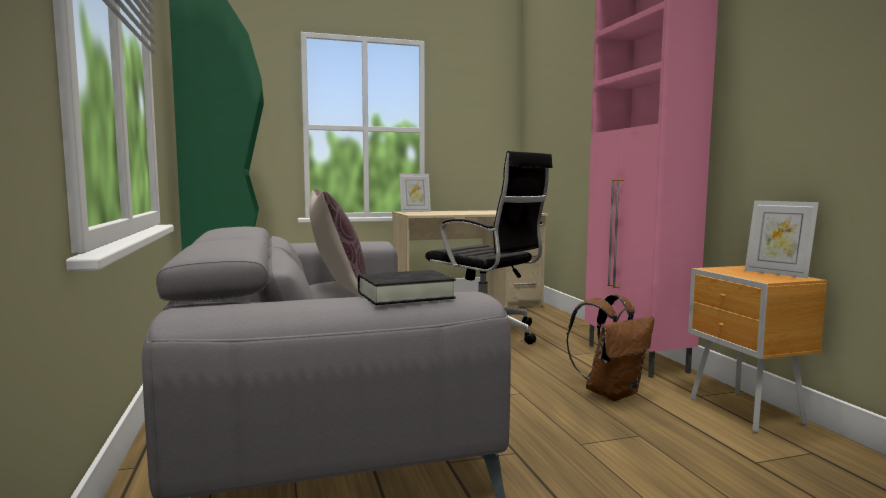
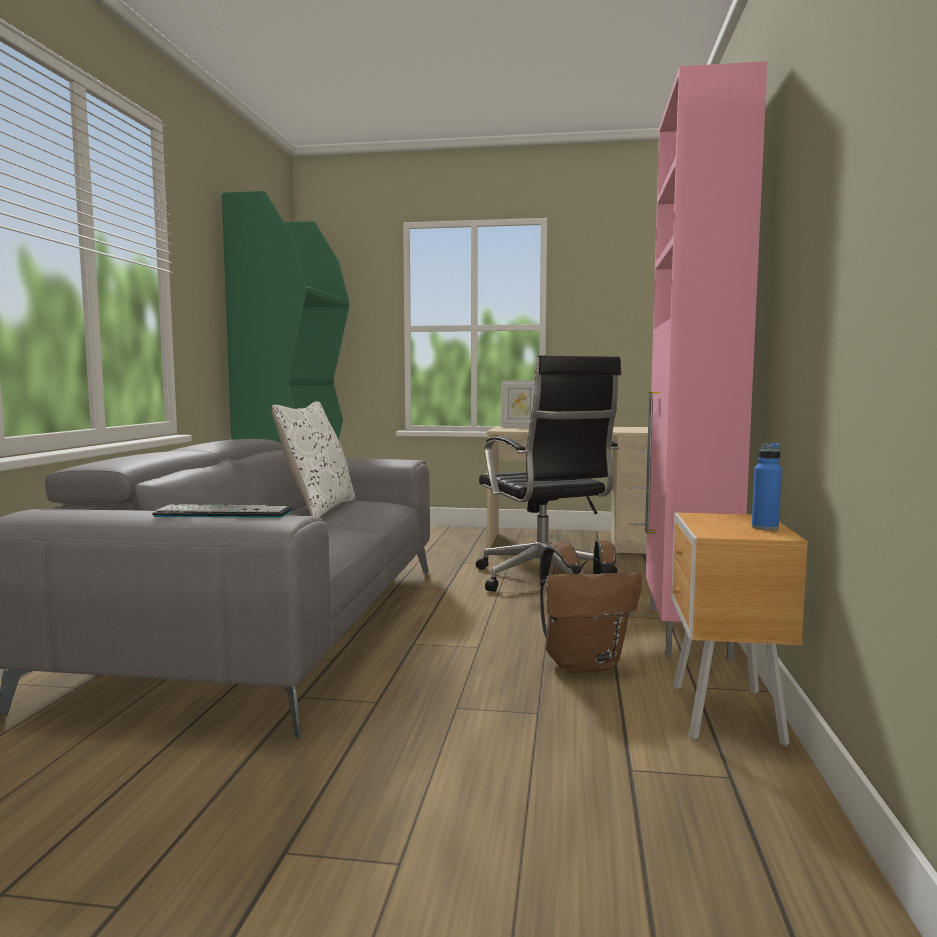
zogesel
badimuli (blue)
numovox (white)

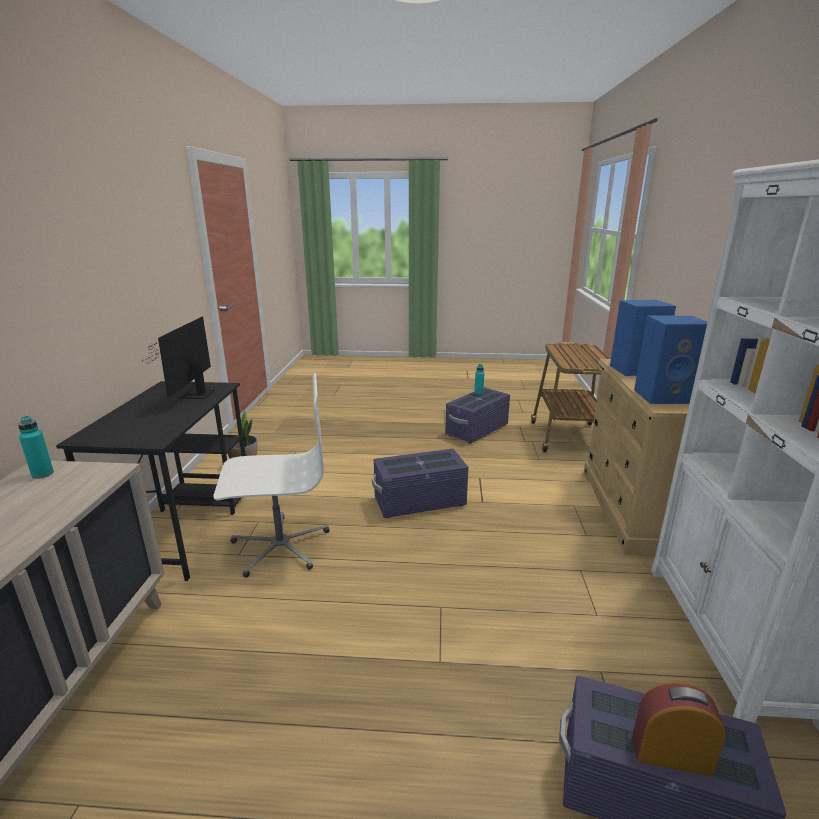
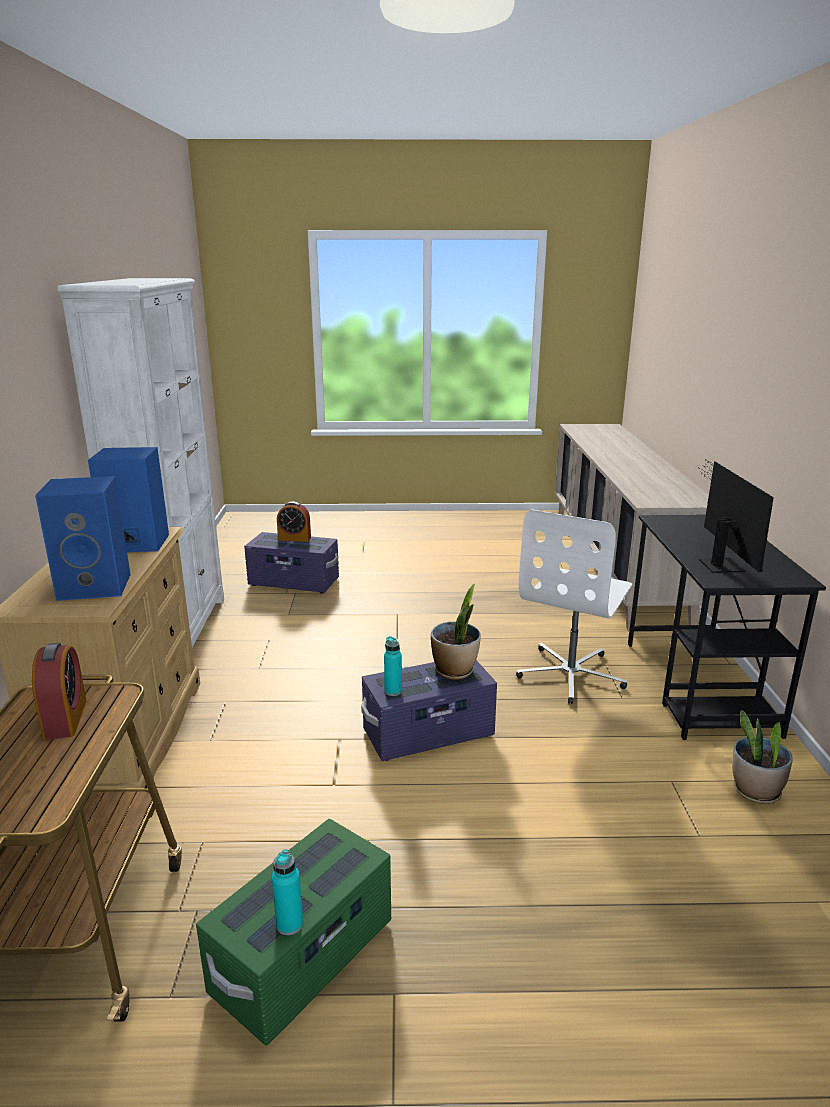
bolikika (no. 1 from left)
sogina (no. 1 from left)
badimuli (turquoise) (no. 2 from left)
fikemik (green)
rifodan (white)

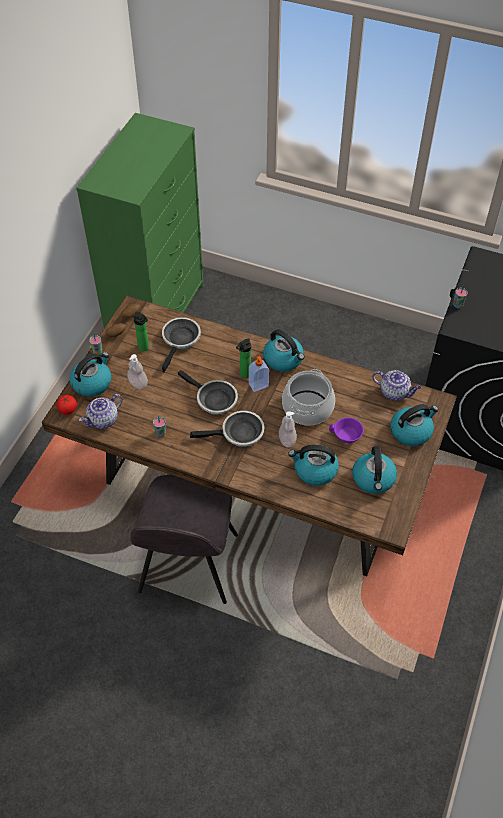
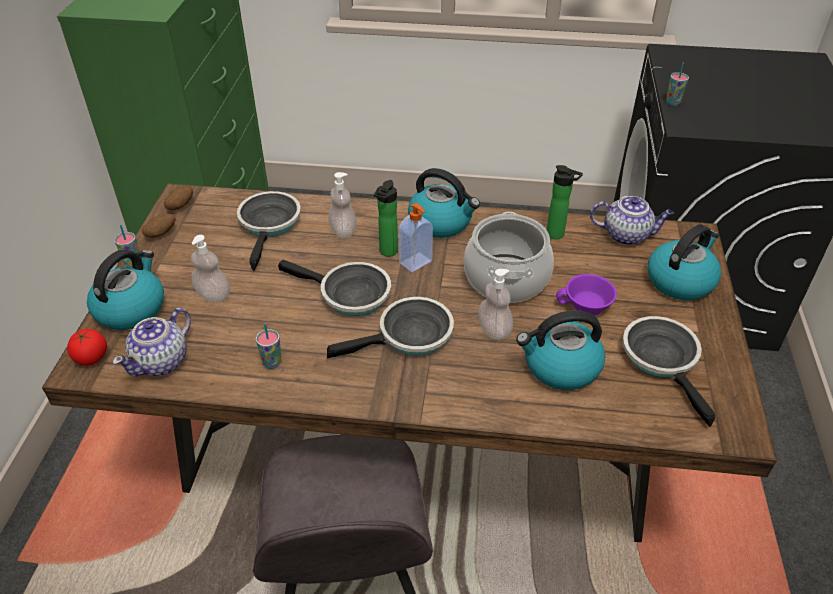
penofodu (no. 2 from left)
badimuli (no. 2 from left)
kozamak (no. 4 from left)

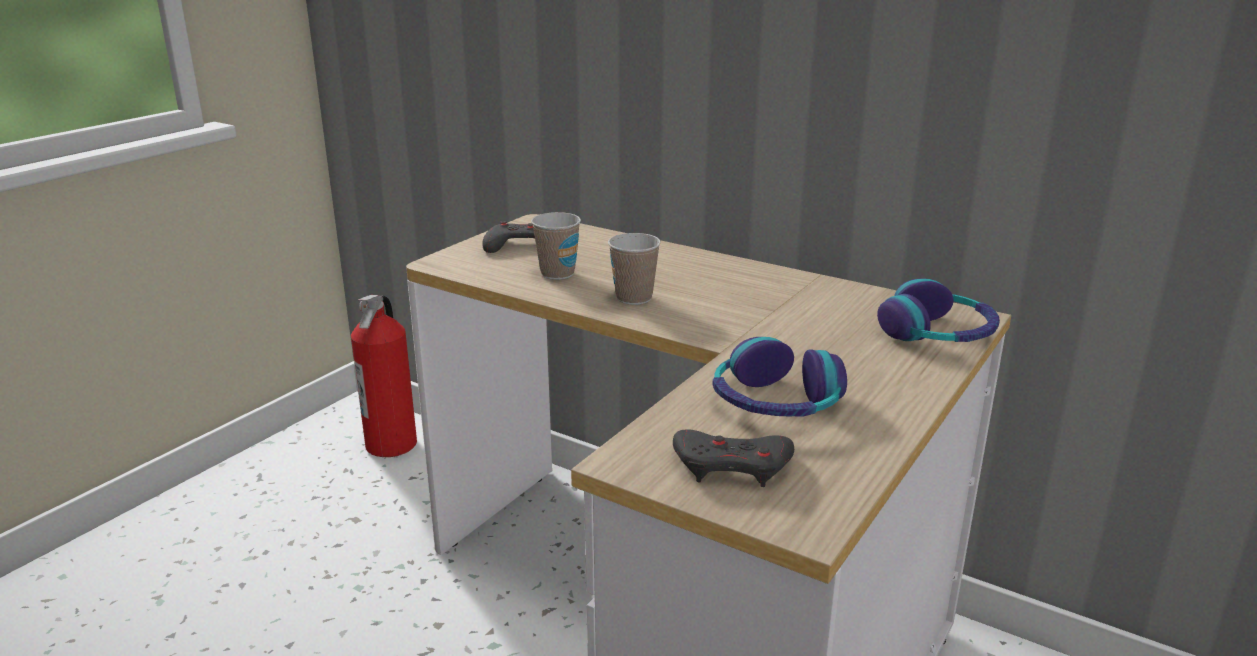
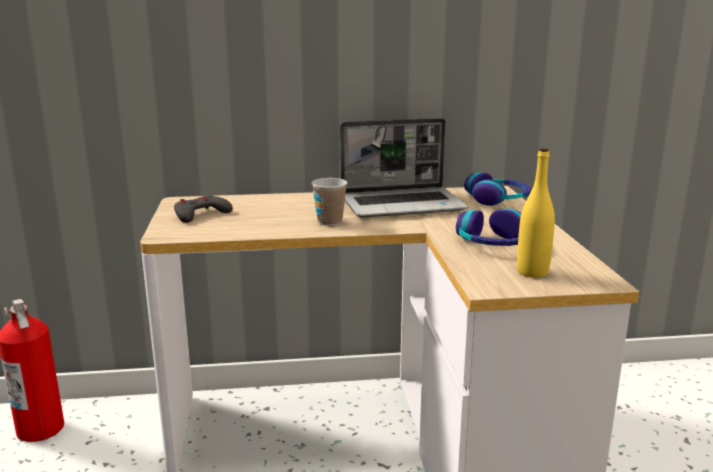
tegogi (no. 1 from left in the first image)
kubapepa
badimuli (yellow)

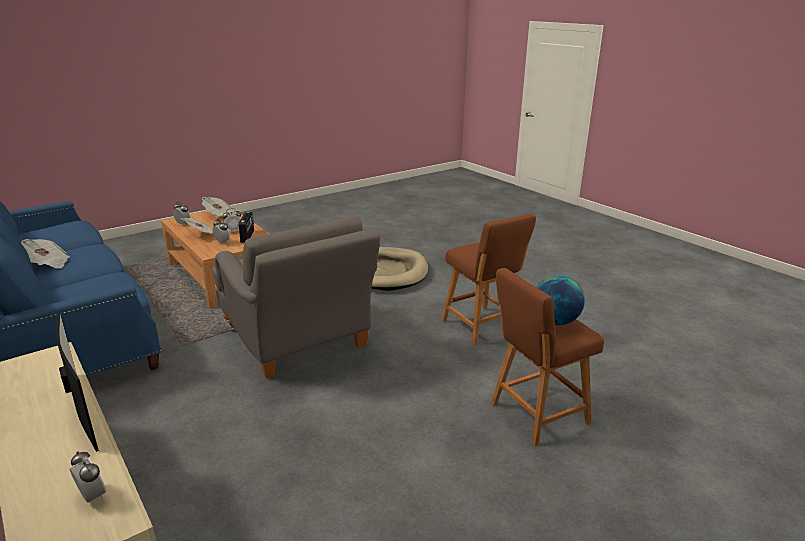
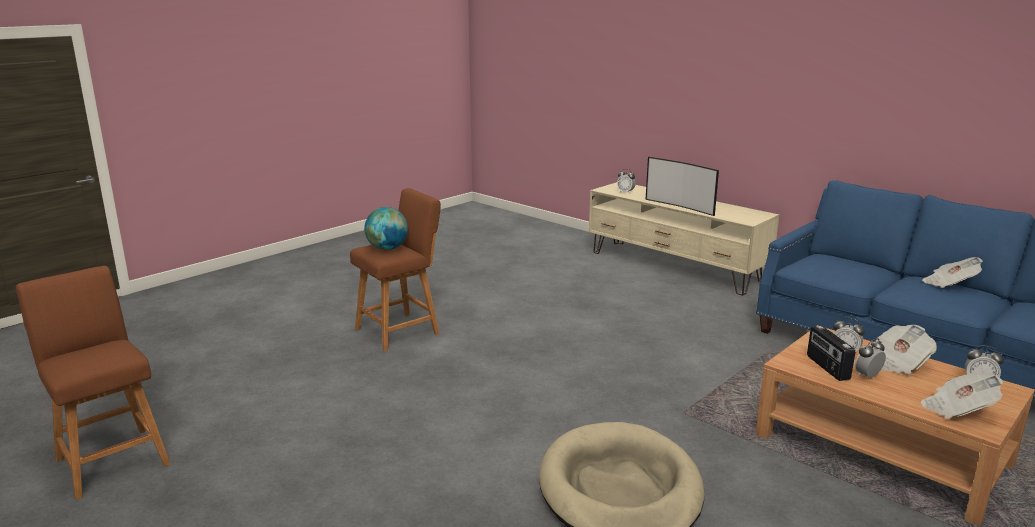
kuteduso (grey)
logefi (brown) (no. 1 from left)

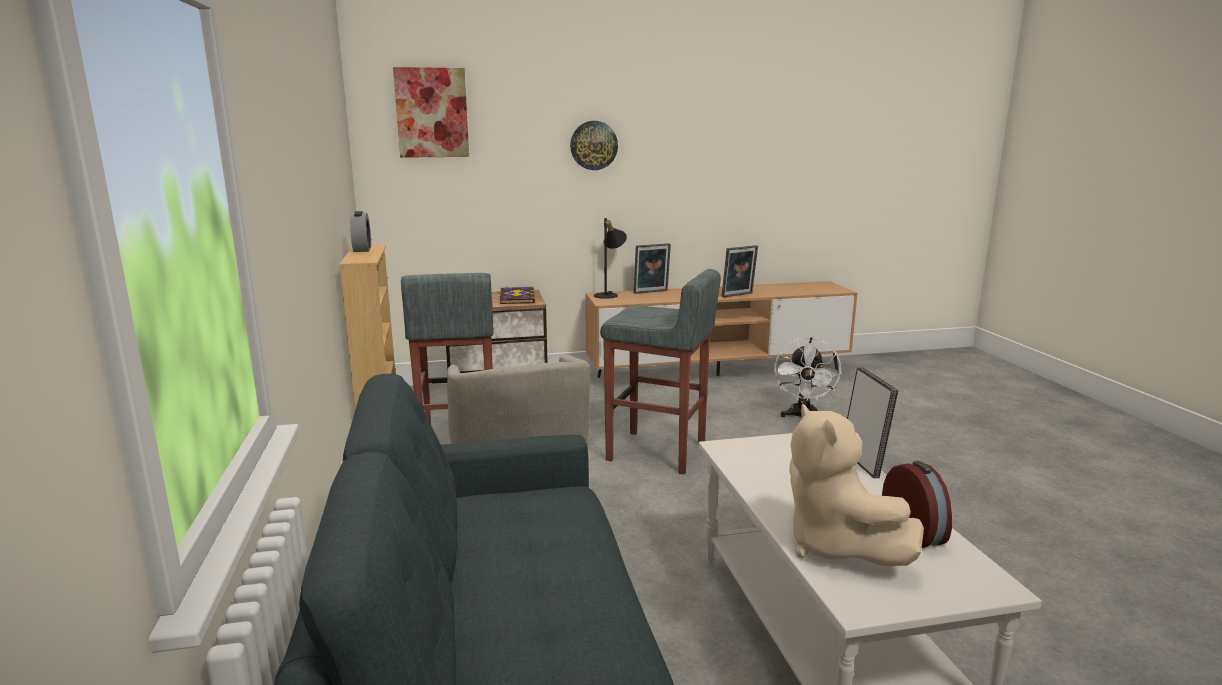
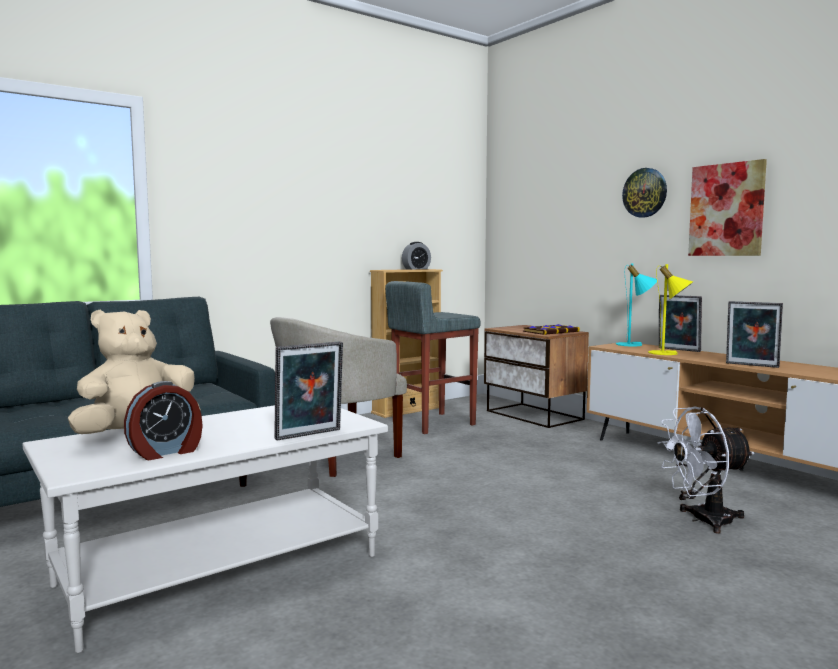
logefi (grey) (no. 2 from left in the first image)
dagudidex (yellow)
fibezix
dagudidex (turquoise)

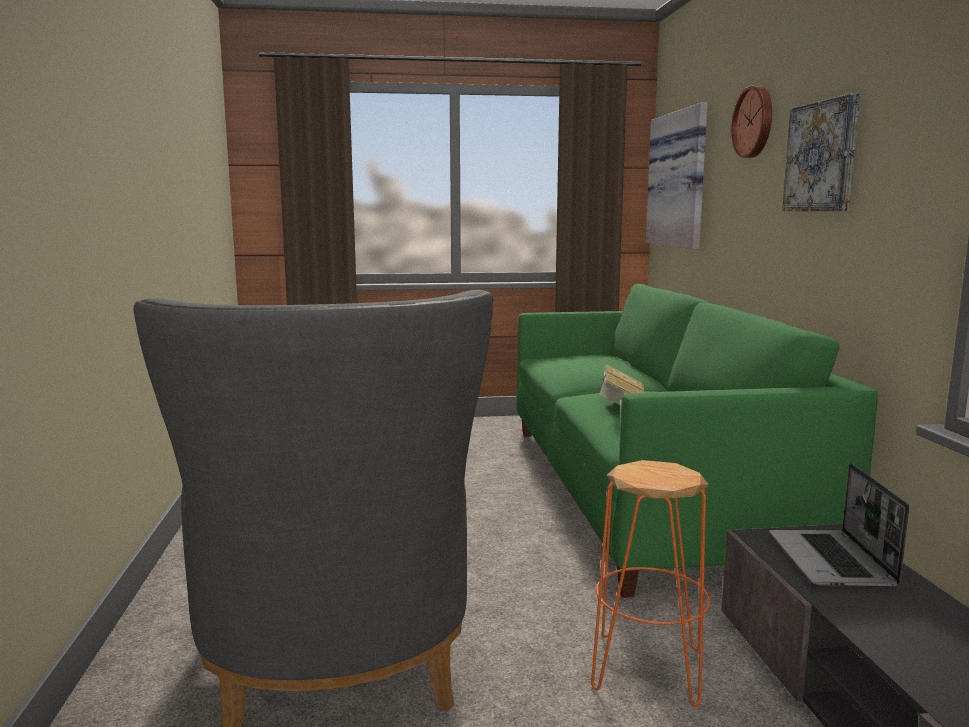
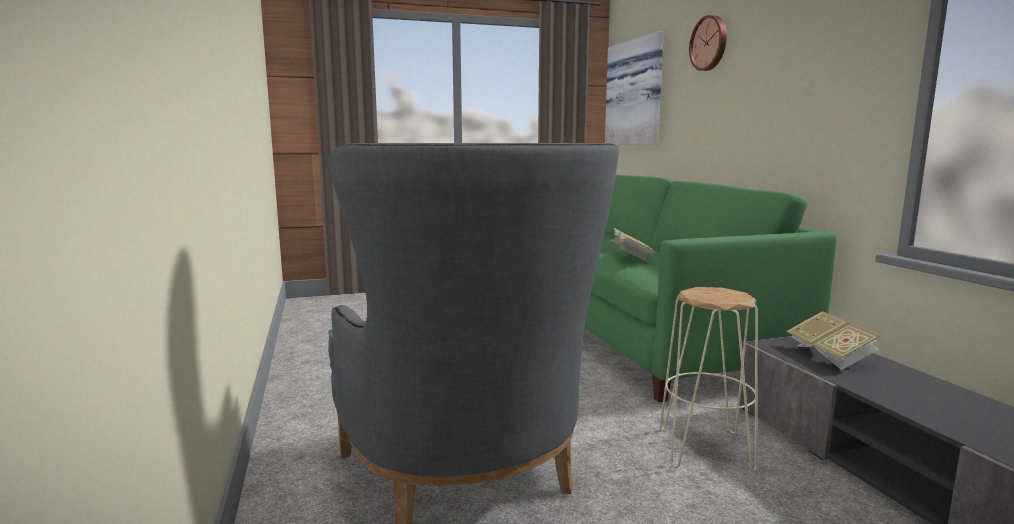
fibezix (no. 2 from left in the first image)
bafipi (no. 2 from left)
logefi (beige)

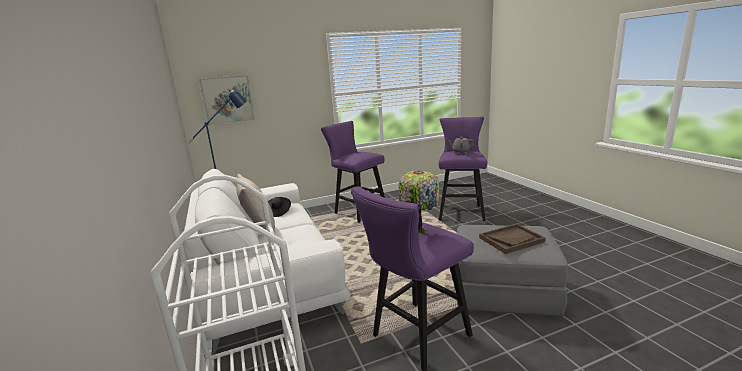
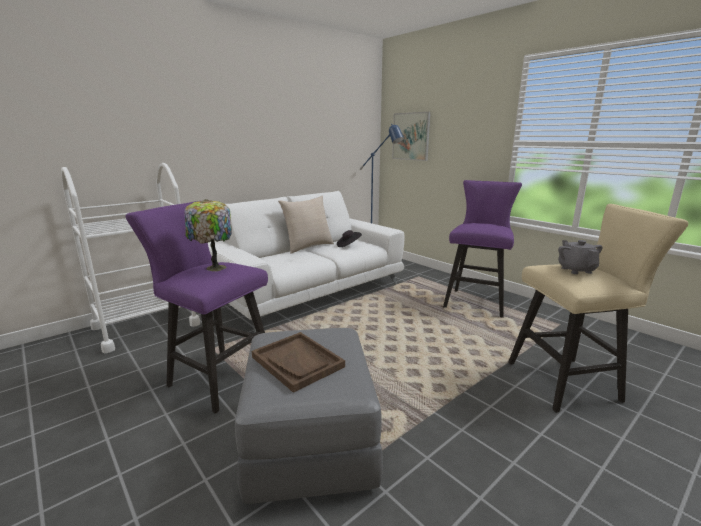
logefi (beige)

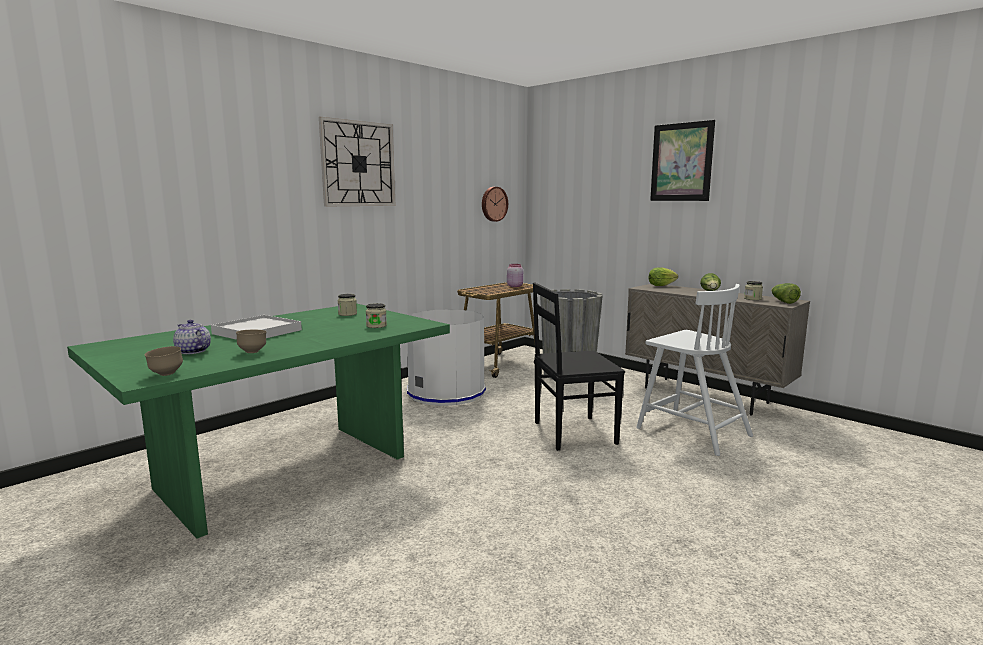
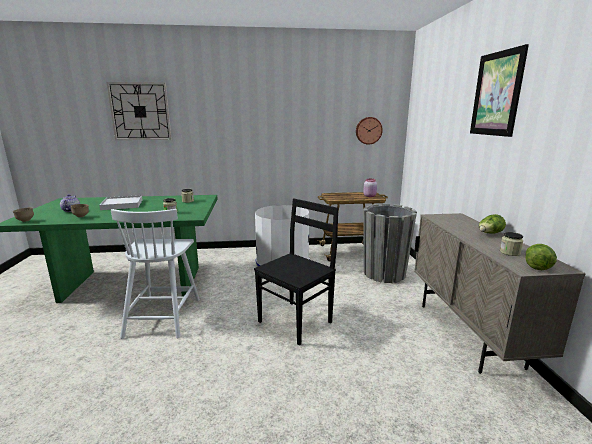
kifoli (no. 1 from left in the first image)
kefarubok (no. 1 from left)
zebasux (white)
zebasux (black)

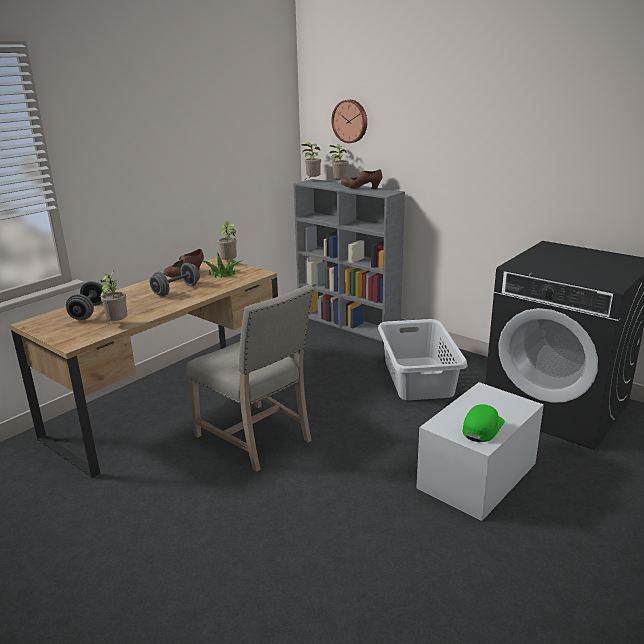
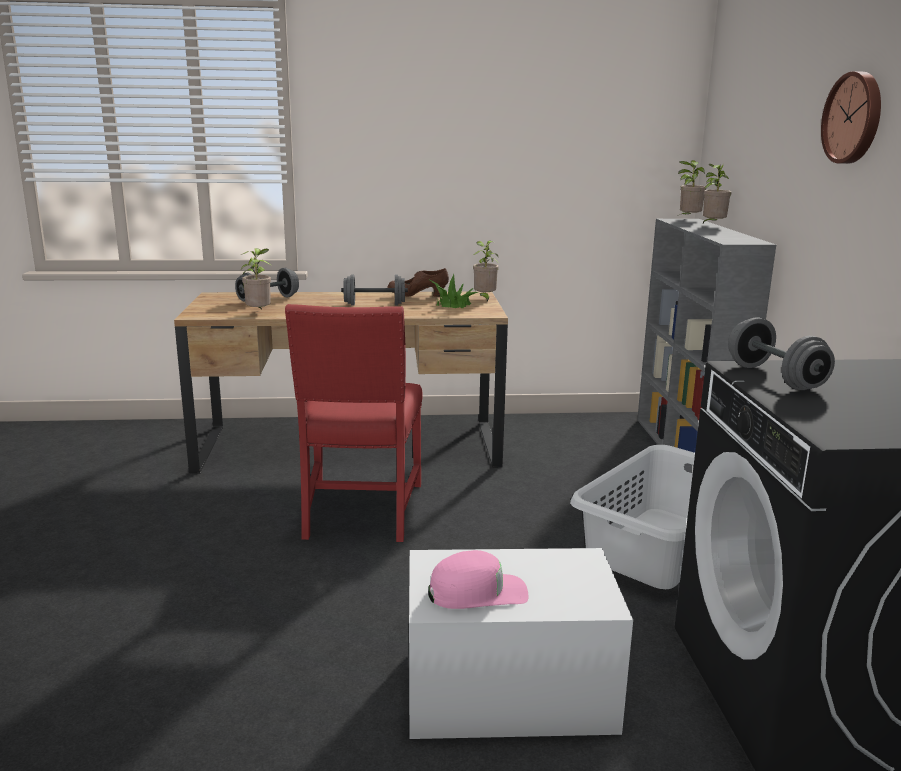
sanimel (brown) (no. 2 from left in the first image)
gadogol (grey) (no. 3 from left)
kefarubok
zebasux (red)
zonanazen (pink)

